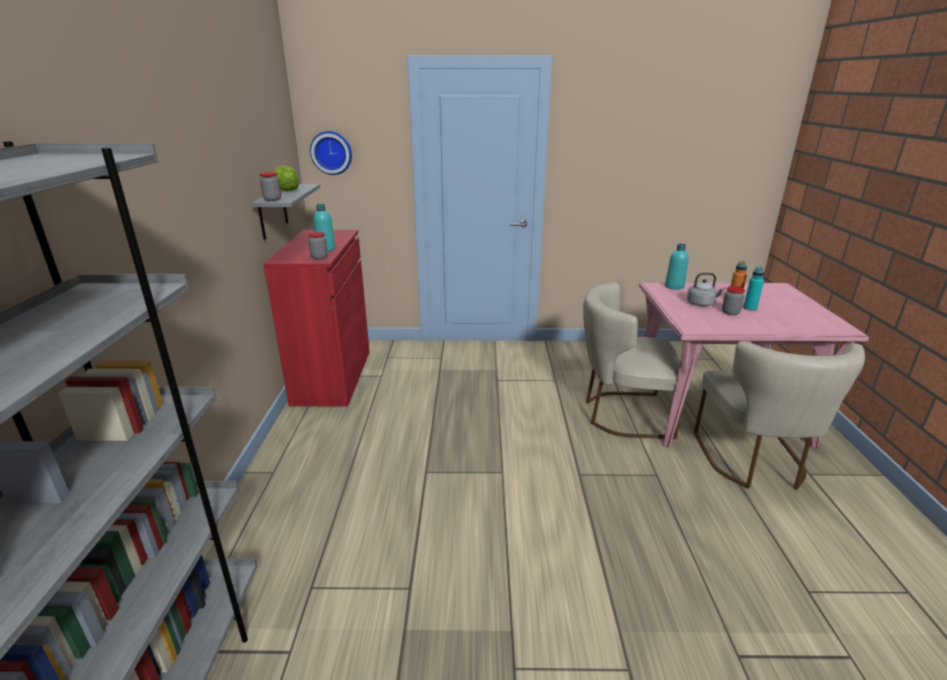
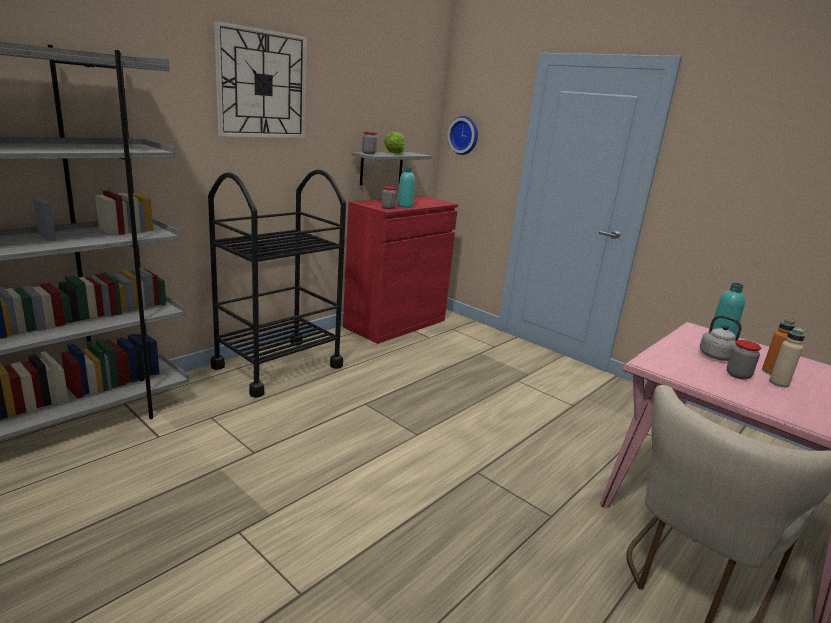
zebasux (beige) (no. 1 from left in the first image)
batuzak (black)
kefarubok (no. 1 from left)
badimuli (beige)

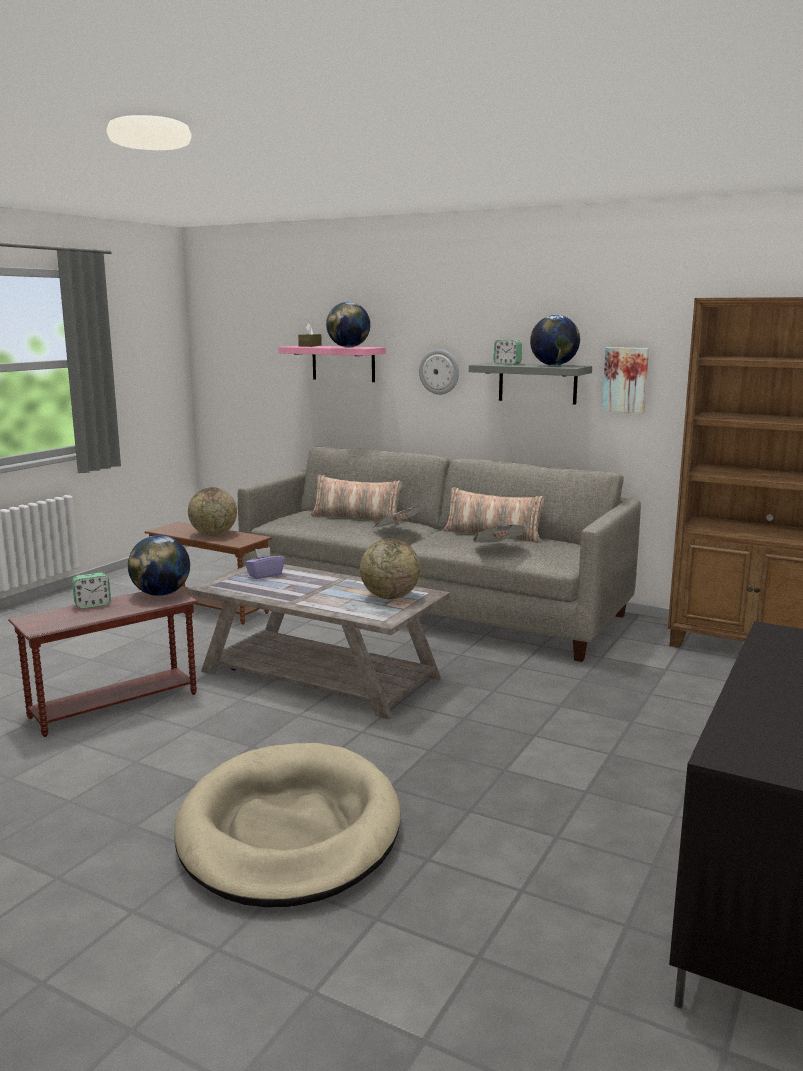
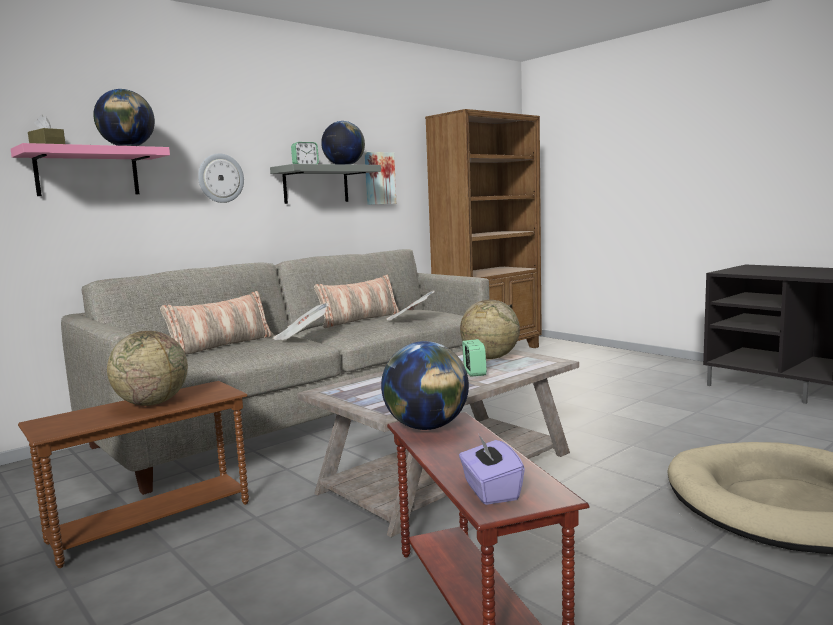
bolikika (no. 2 from left)
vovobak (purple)

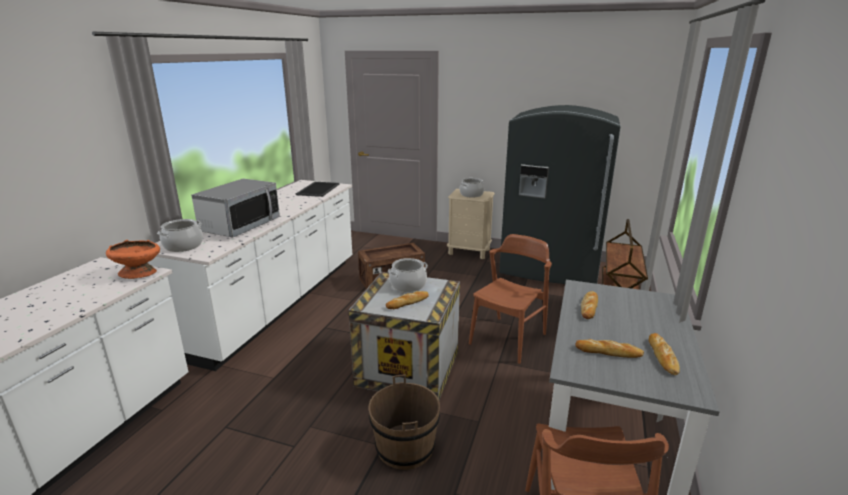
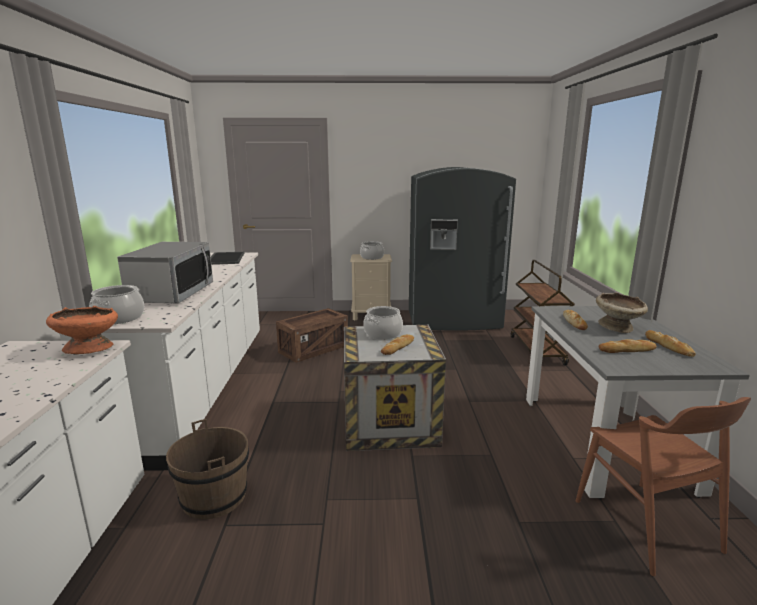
zebasux (brown) (no. 1 from left in the first image)
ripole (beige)
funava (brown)

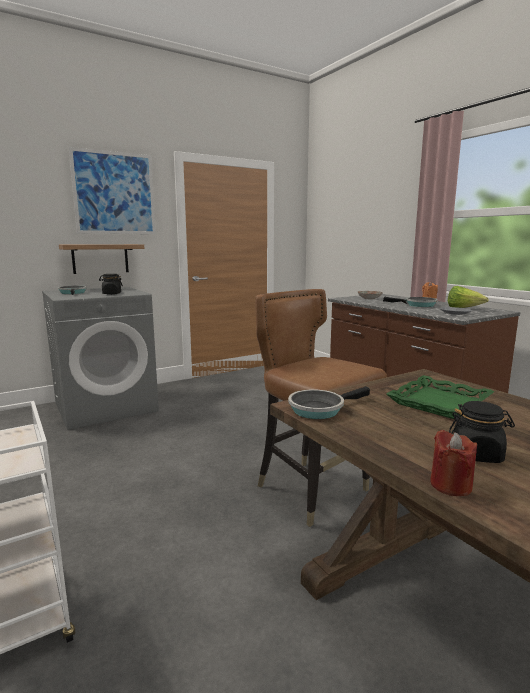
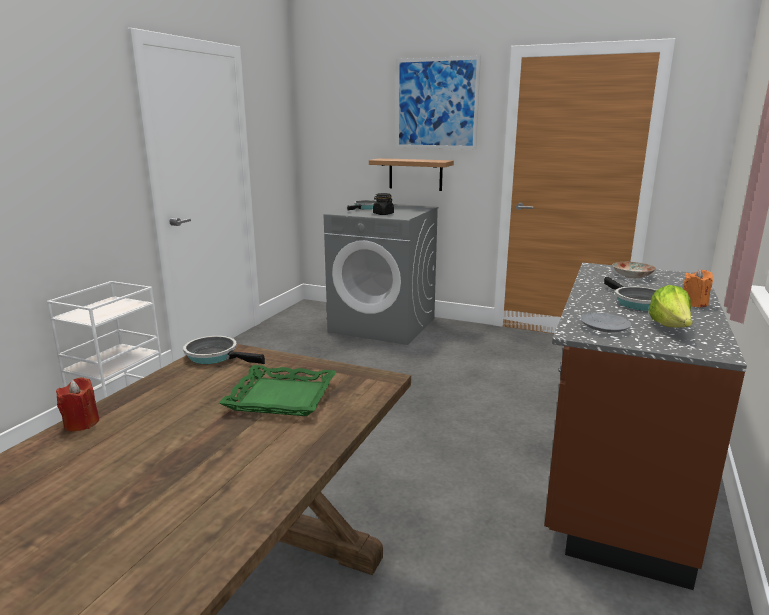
zebasux (brown)
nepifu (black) (no. 2 from left in the first image)

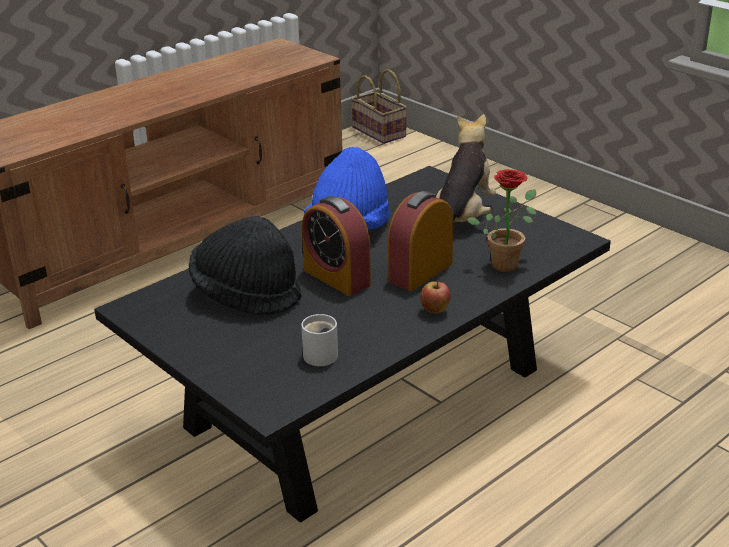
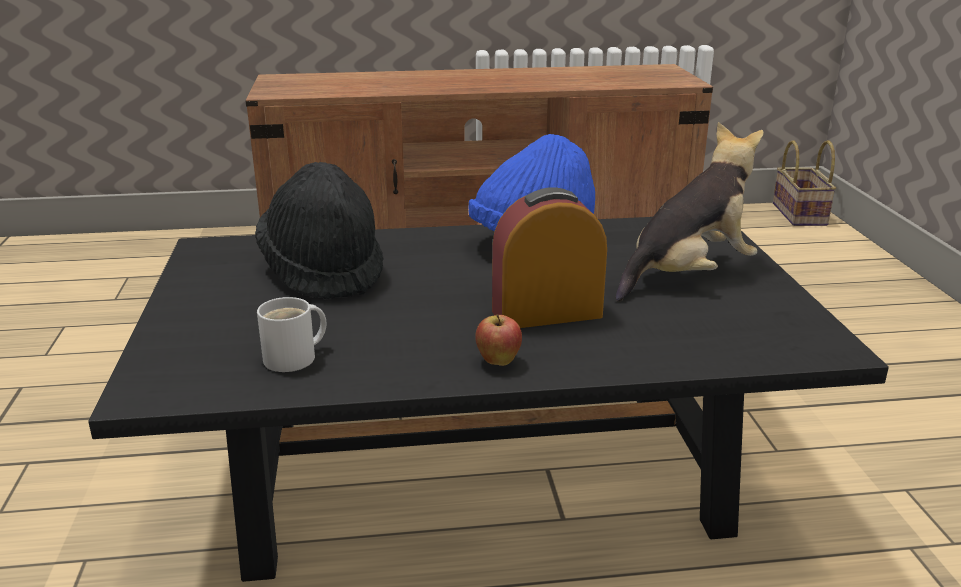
bolikika (no. 1 from left in the first image)
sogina

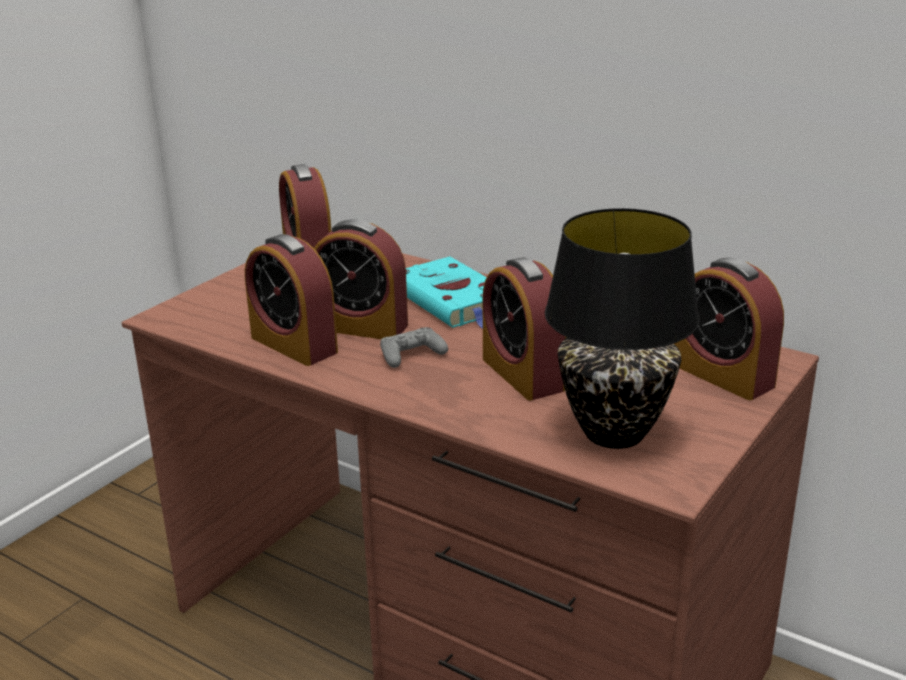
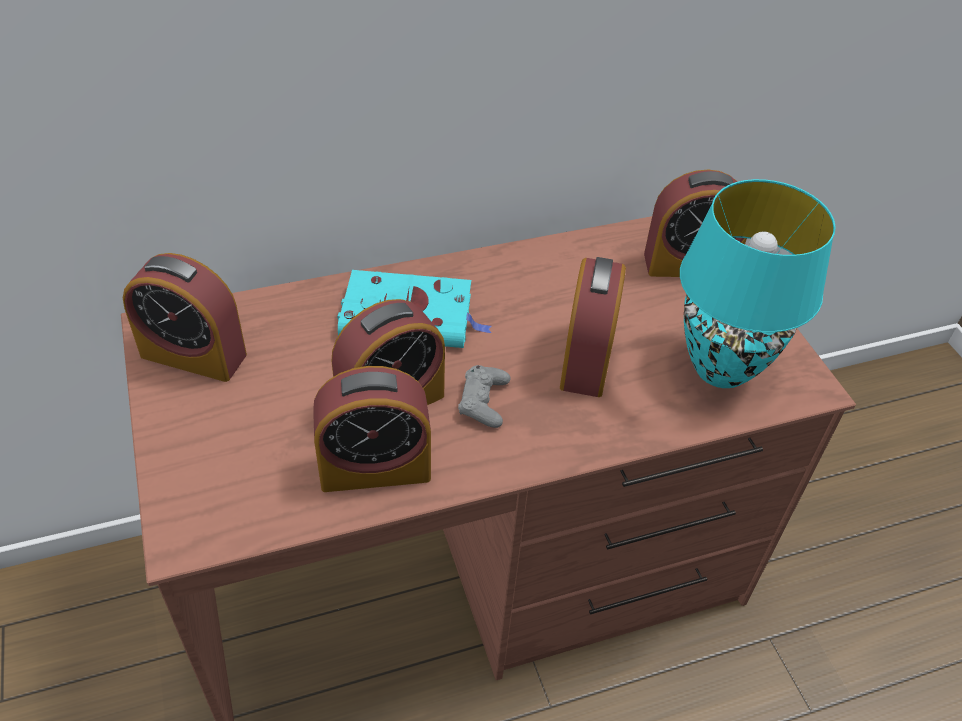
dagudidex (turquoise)
bolikika (no. 4 from left)

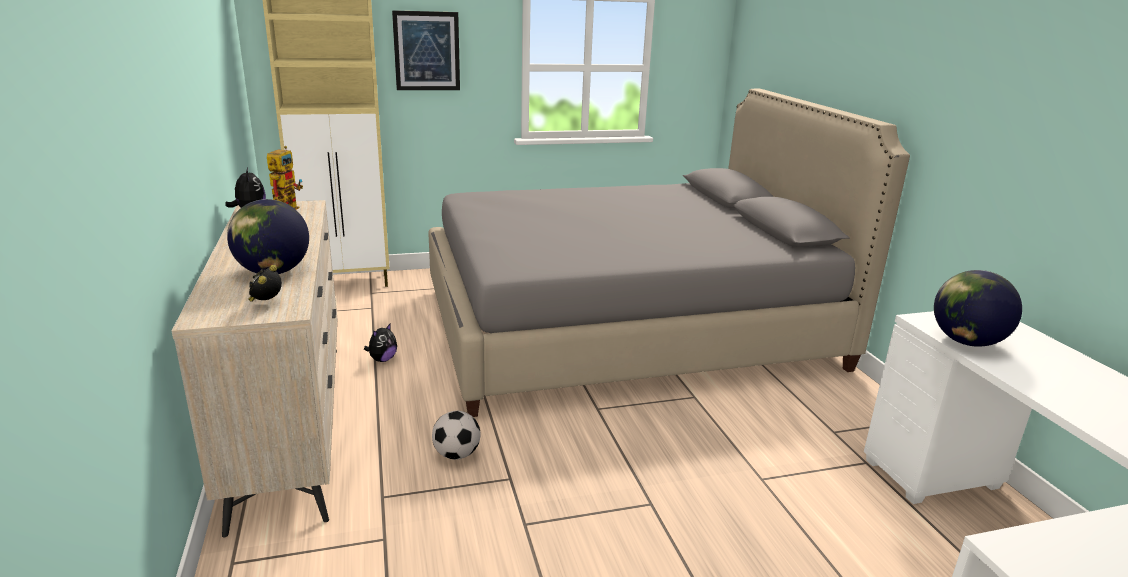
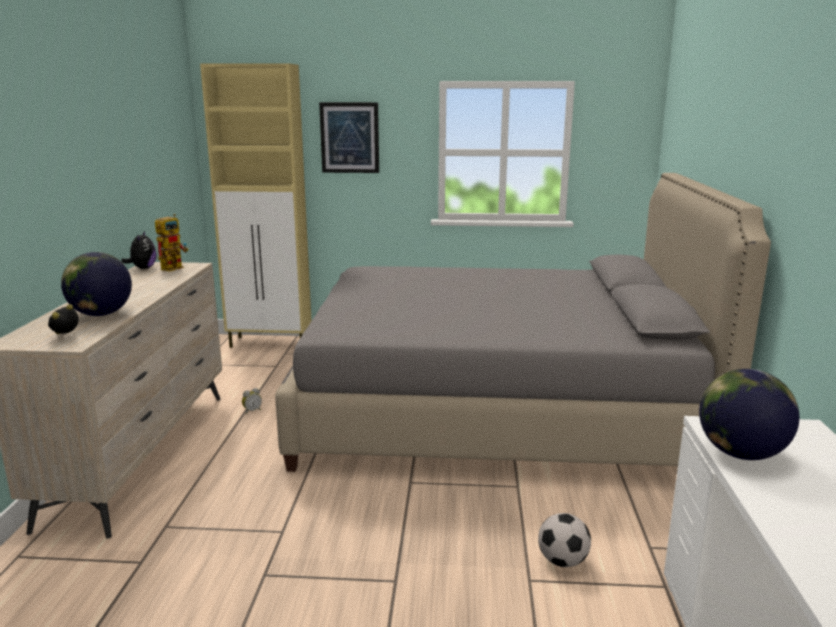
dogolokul
bolikika (no. 2 from left)

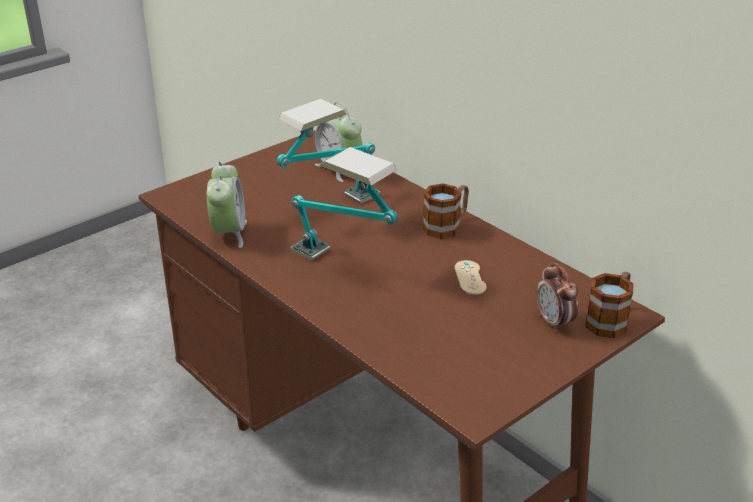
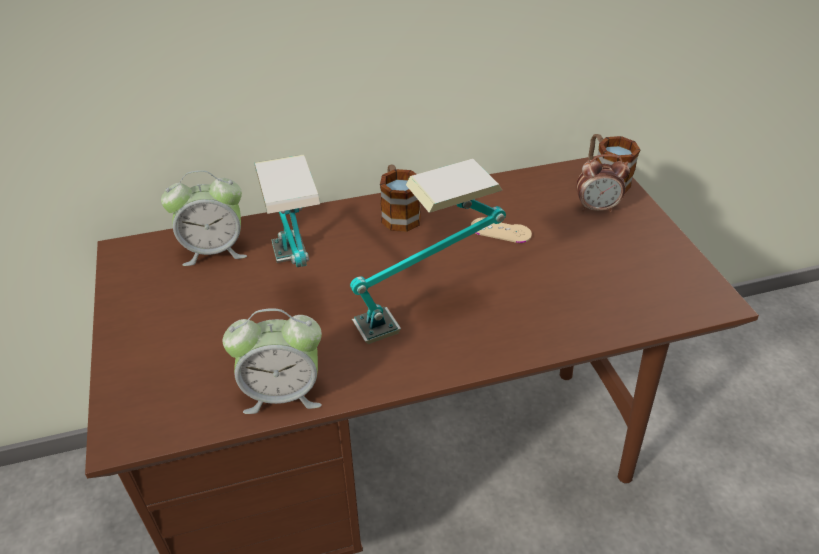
bolikika (no. 2 from left)

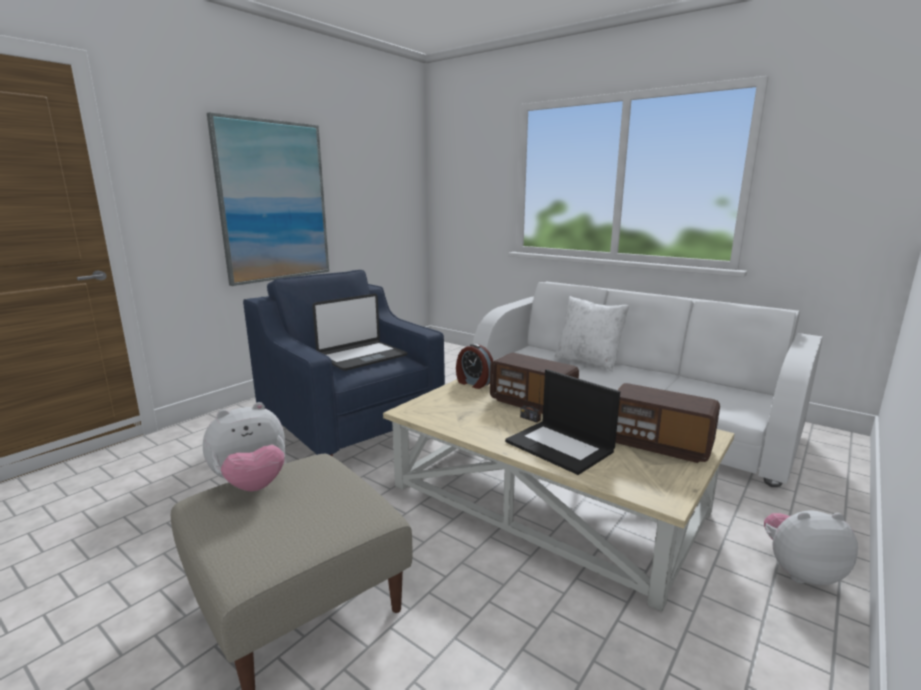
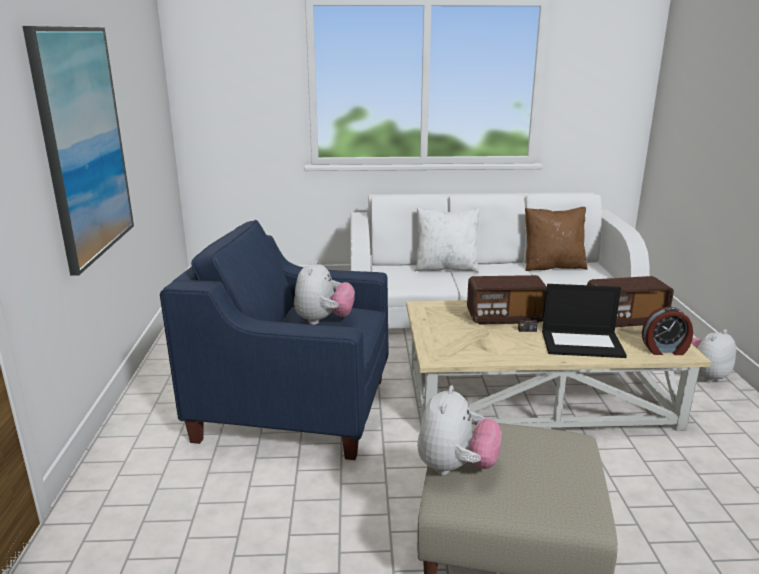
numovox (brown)
bolikika
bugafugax (no. 1 from left)

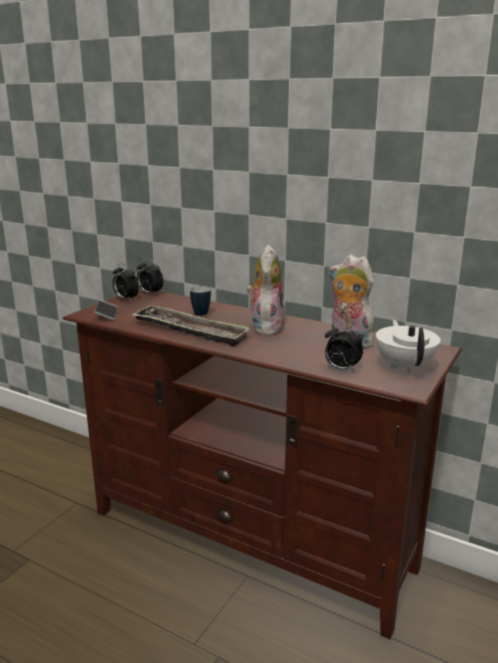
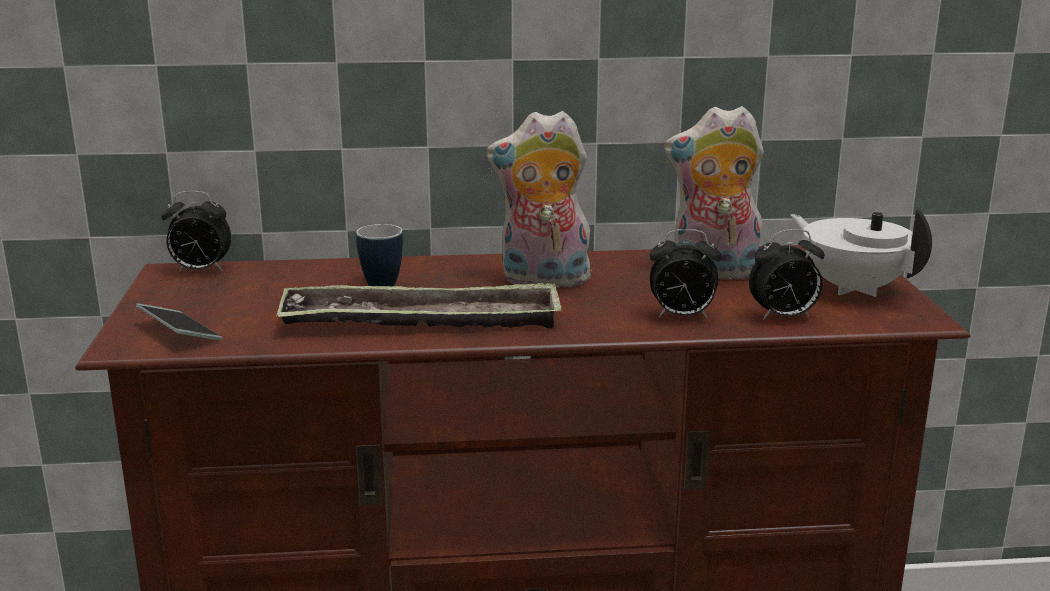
bolikika (no. 2 from left)
bugafugax (no. 1 from left)

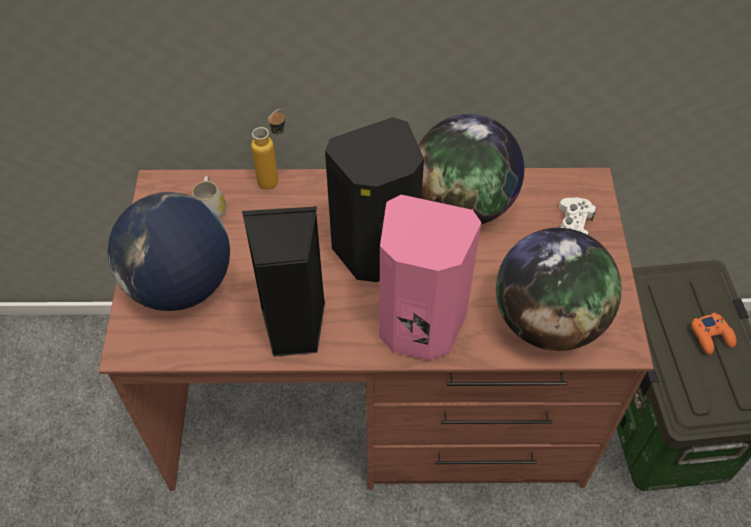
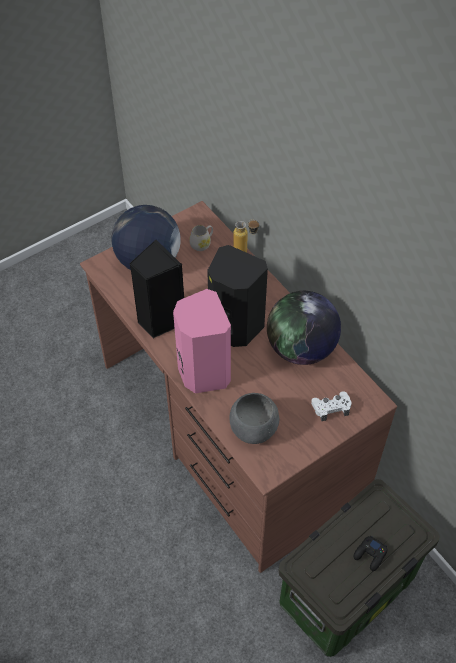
ripole (grey)
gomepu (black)

